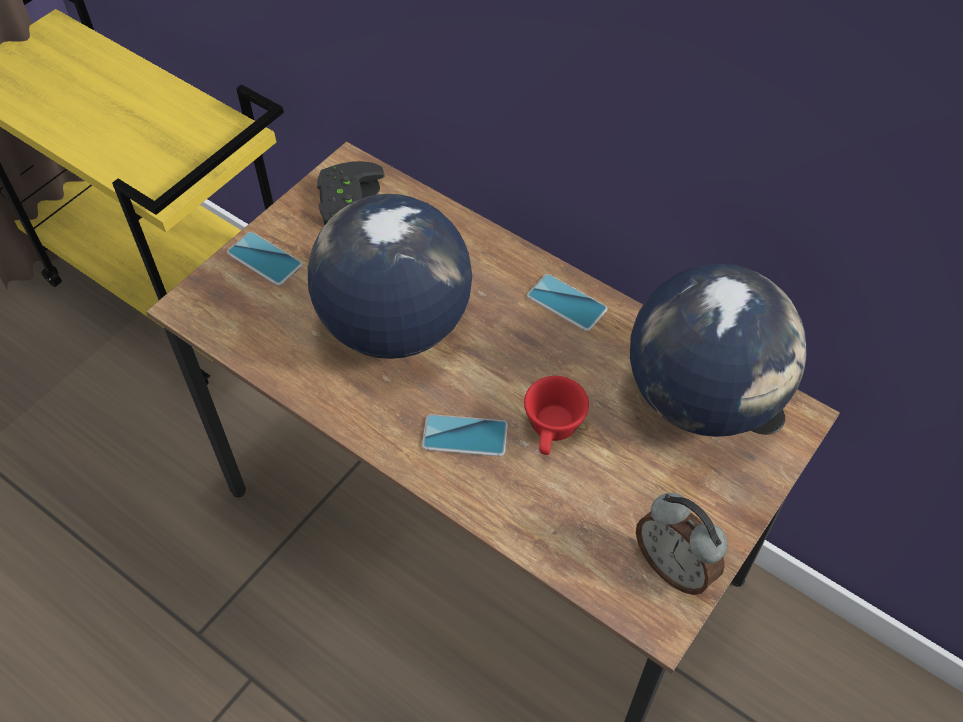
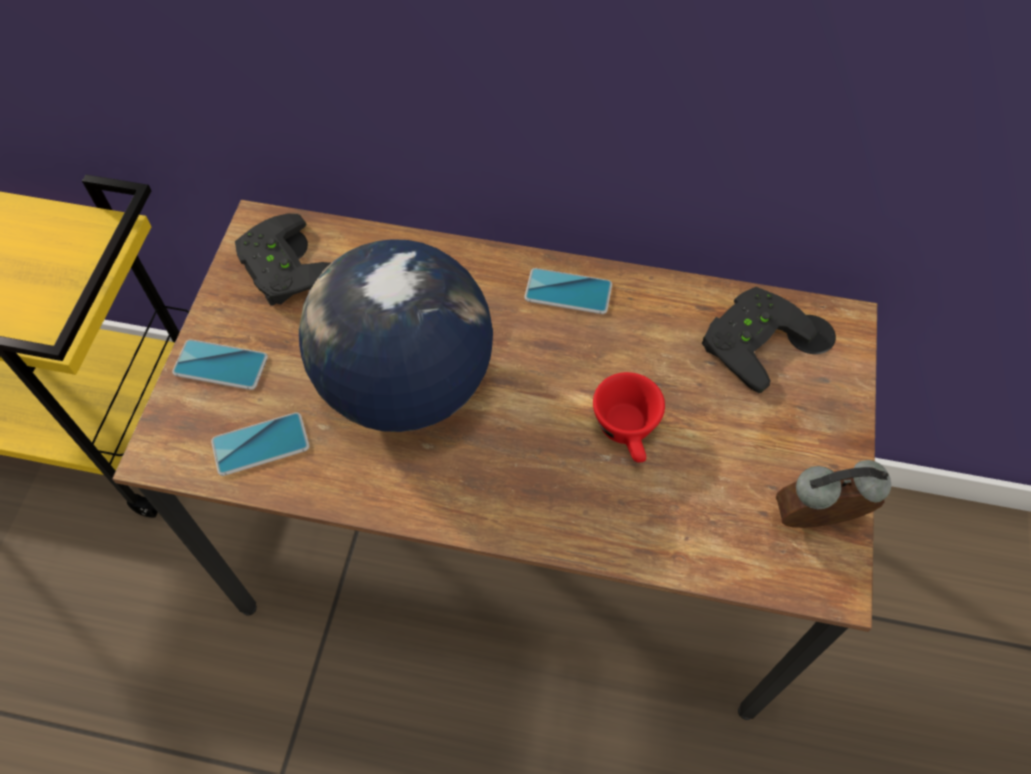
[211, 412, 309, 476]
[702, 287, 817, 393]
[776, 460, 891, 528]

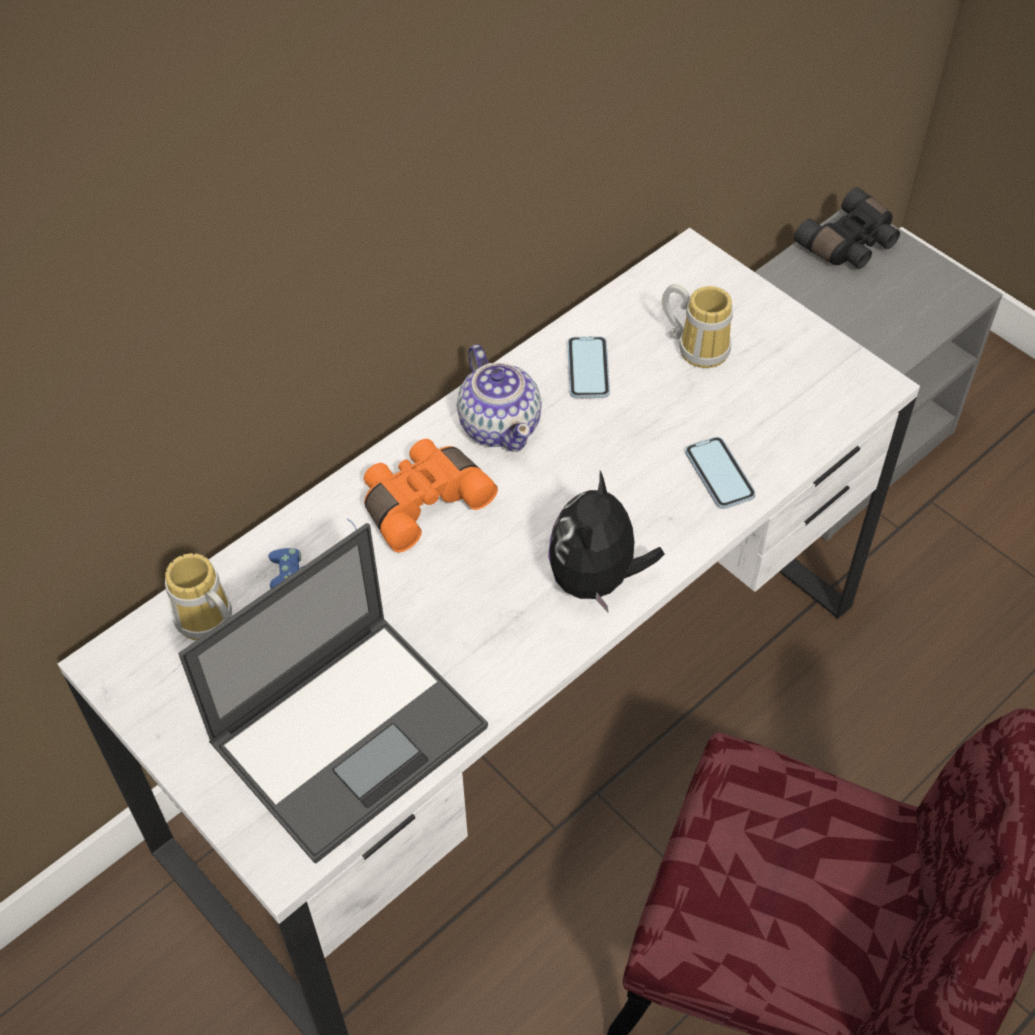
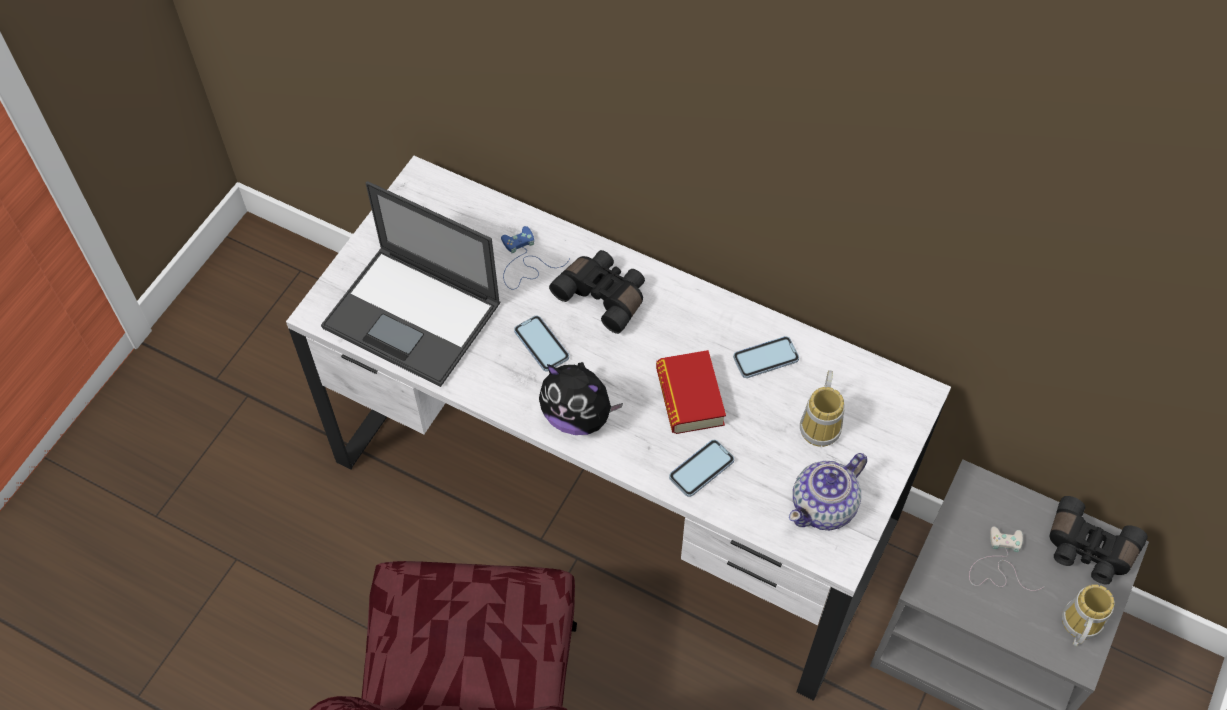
[514, 316, 569, 371]
[656, 350, 726, 434]
[969, 526, 1043, 591]
[1062, 584, 1114, 646]
[789, 453, 867, 530]
[549, 250, 645, 334]
[539, 362, 623, 435]

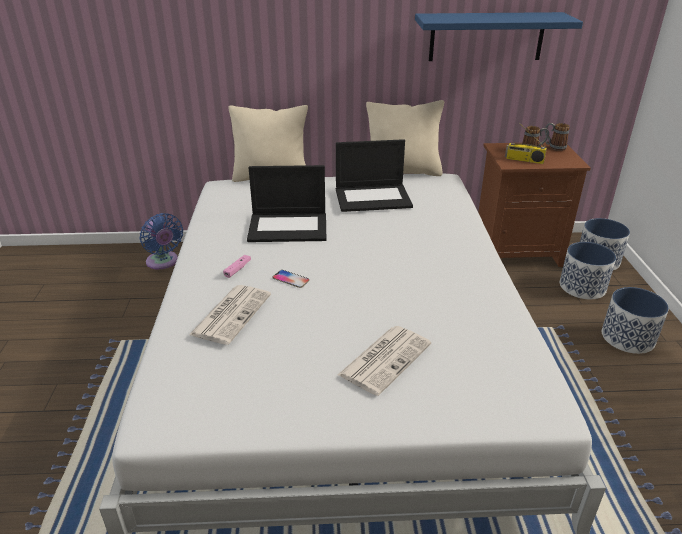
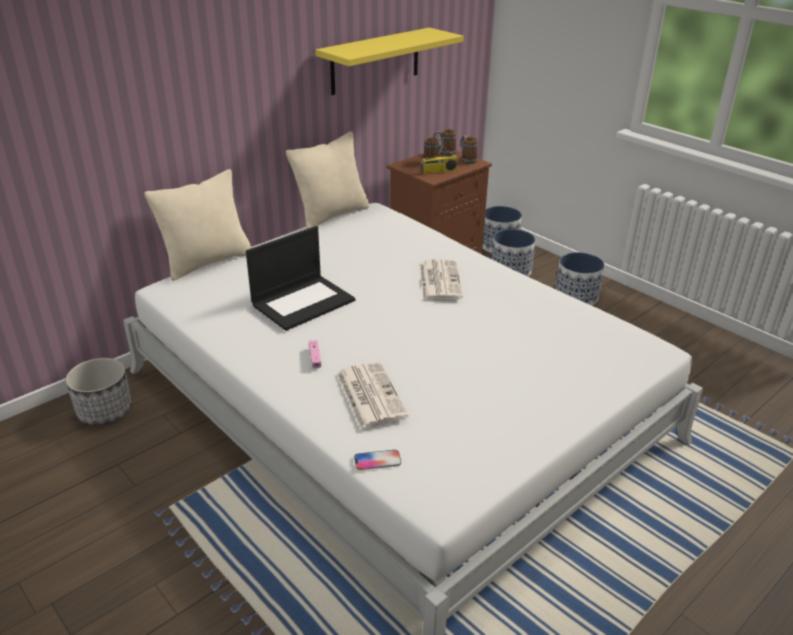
[336, 139, 413, 212] (first image)
[461, 135, 478, 164]
[354, 450, 401, 470]
[420, 259, 463, 300]
[65, 358, 132, 425]
[315, 28, 464, 95]

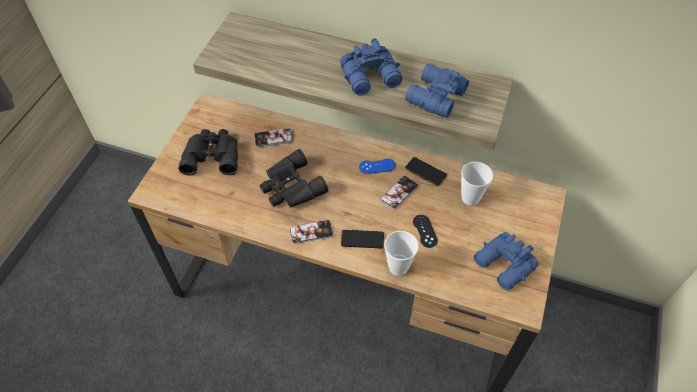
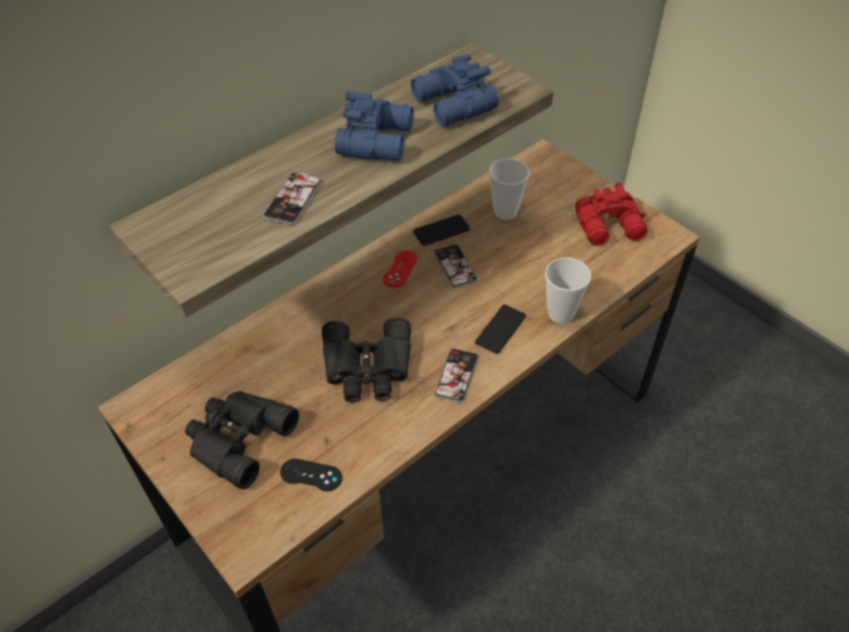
[263, 172, 322, 225]
[280, 458, 342, 491]
[383, 250, 417, 288]
[575, 182, 648, 246]

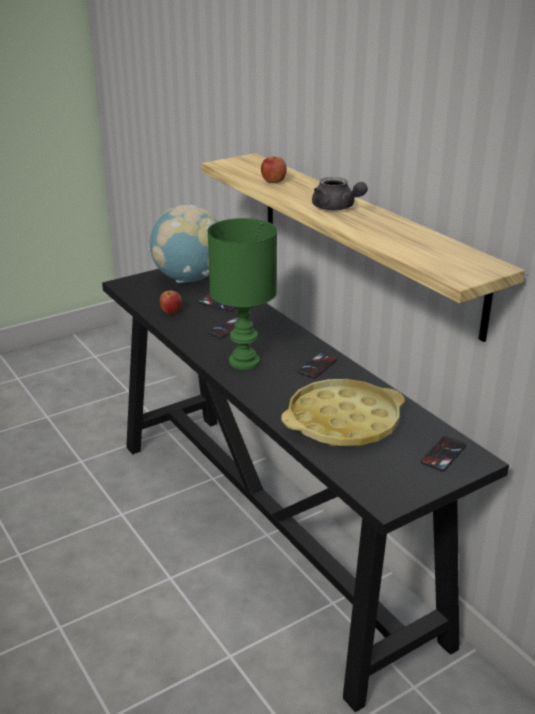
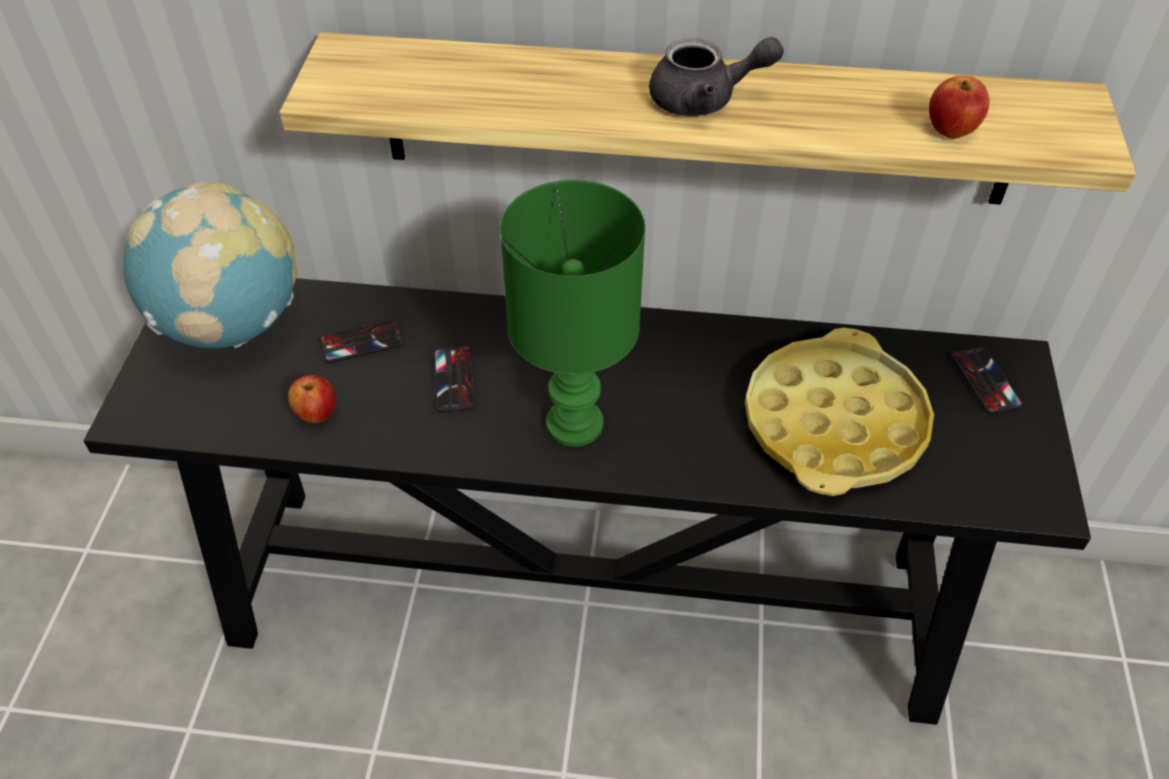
[297, 353, 337, 379] (first image)
[929, 76, 990, 139]

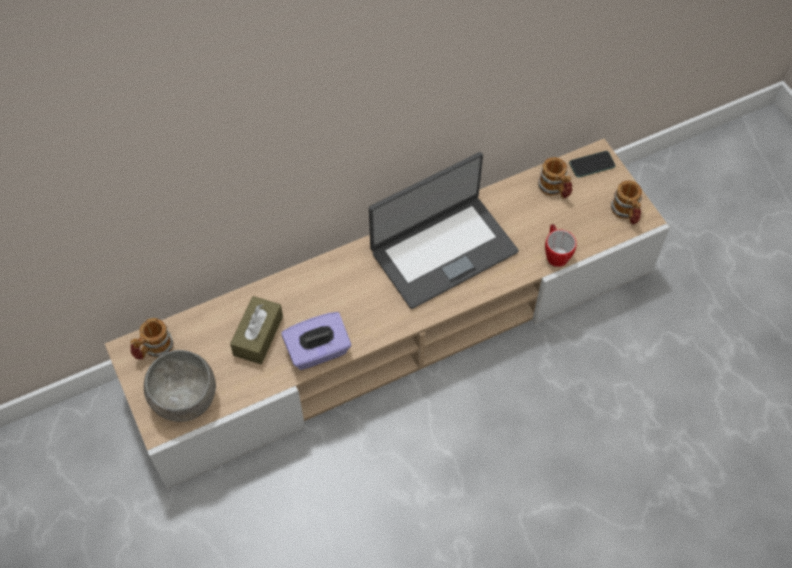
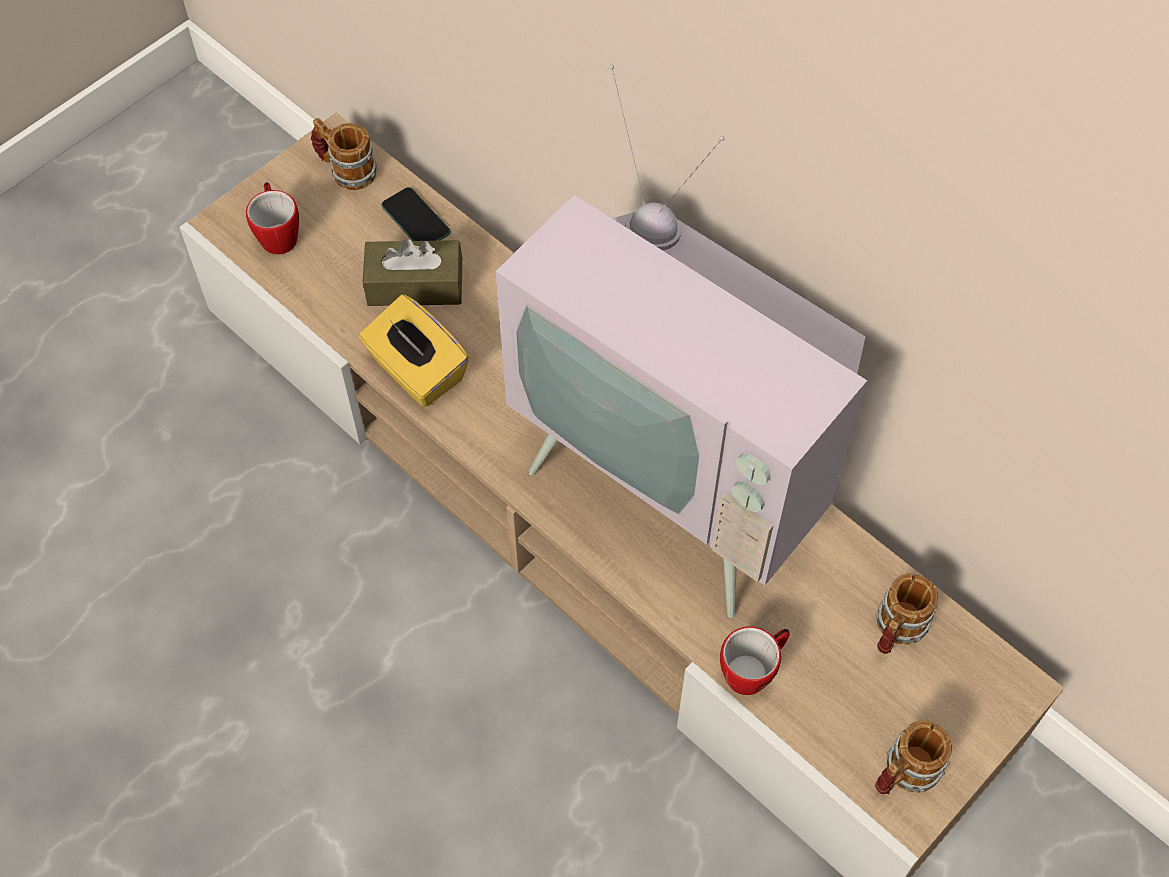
[381, 187, 451, 241]
[246, 182, 299, 255]
[495, 65, 867, 618]
[359, 295, 469, 407]

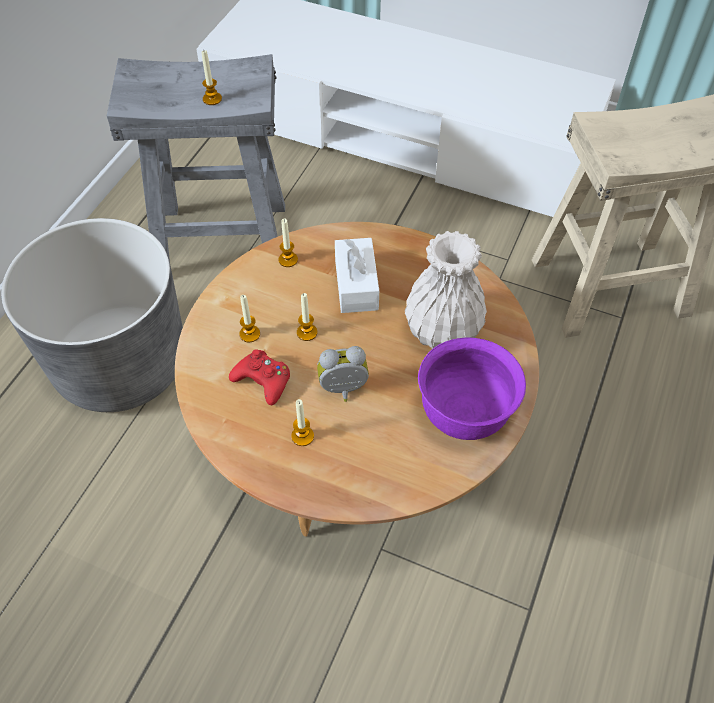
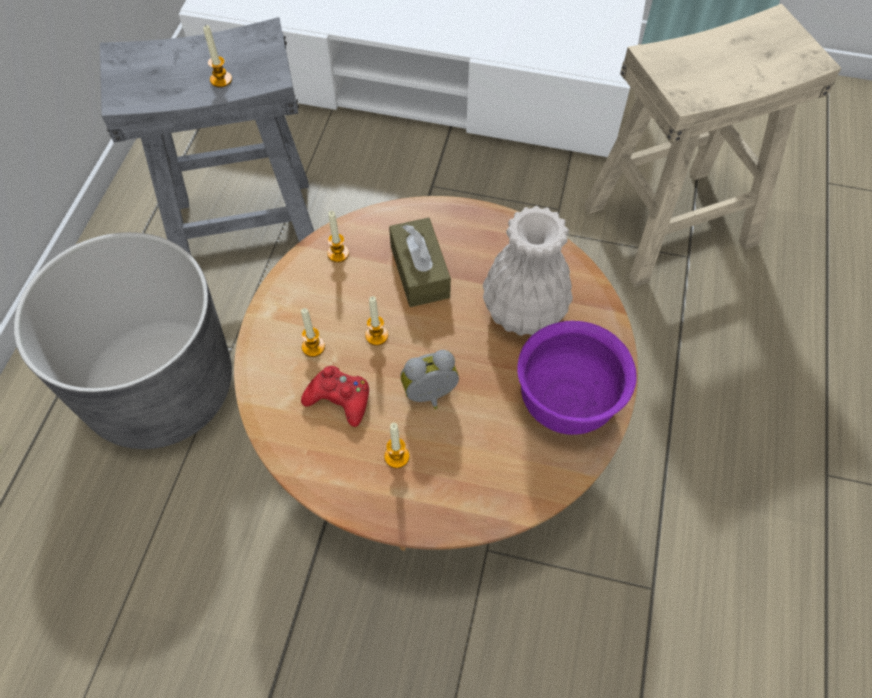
[389, 218, 451, 307]

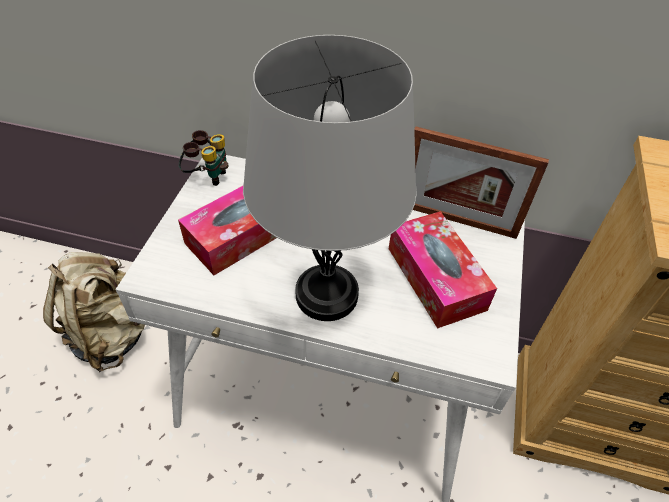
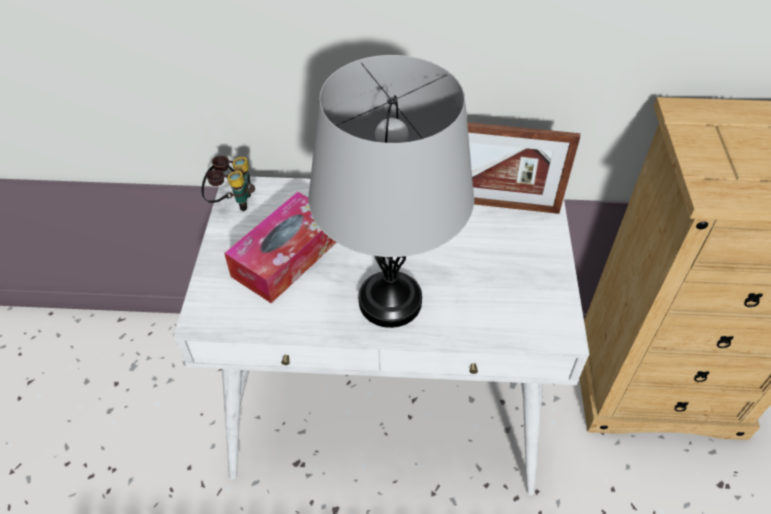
[43, 252, 145, 372] (first image)
[389, 211, 497, 329] (first image)

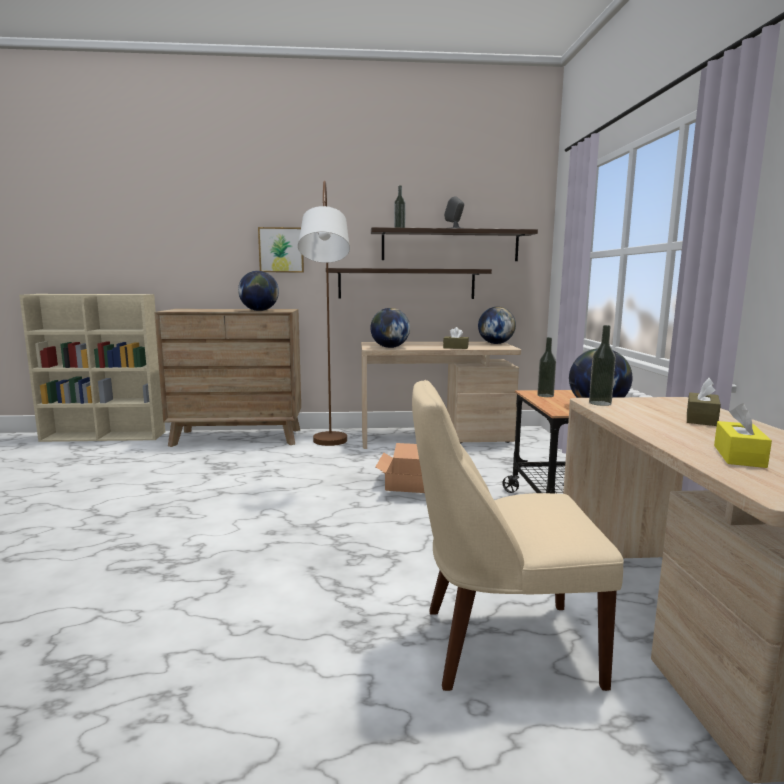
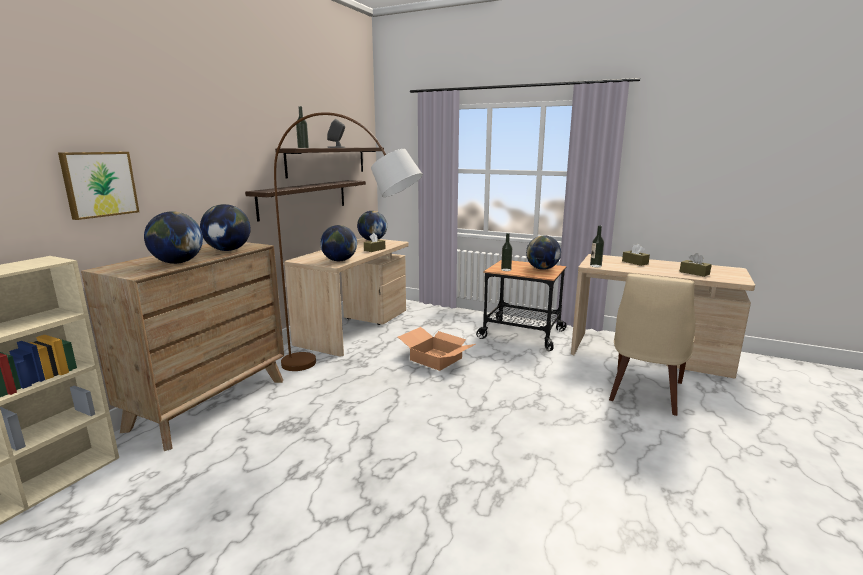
[144, 211, 203, 264]
[58, 152, 139, 220]
[680, 253, 712, 277]

